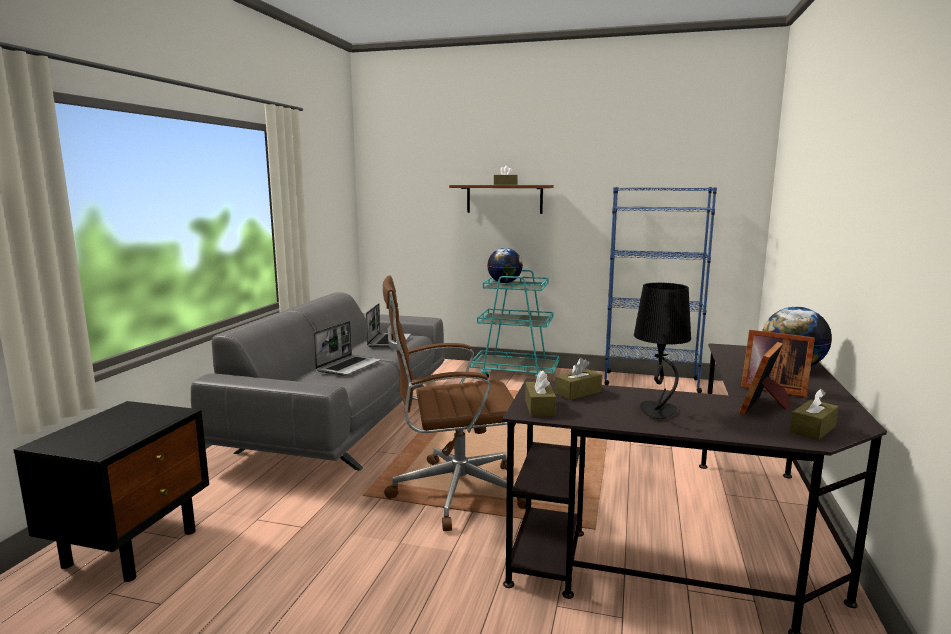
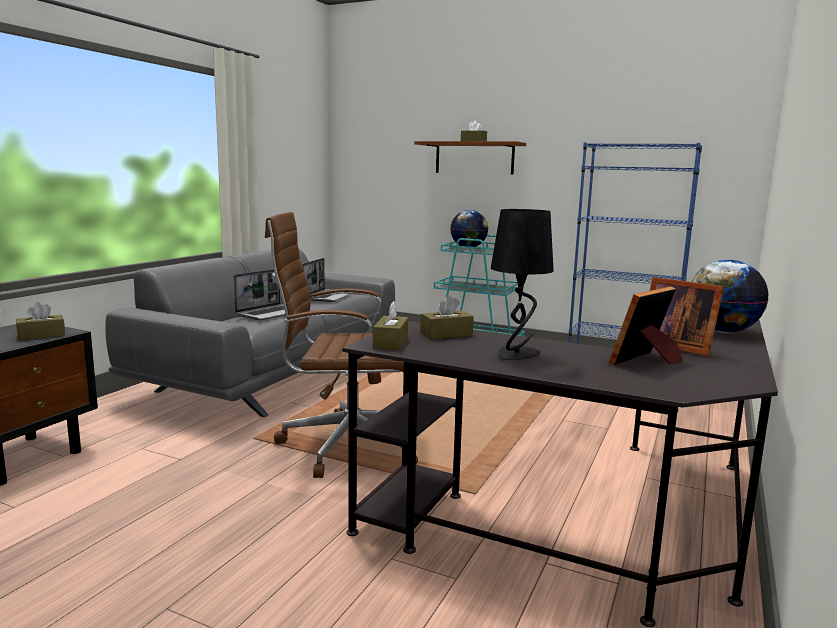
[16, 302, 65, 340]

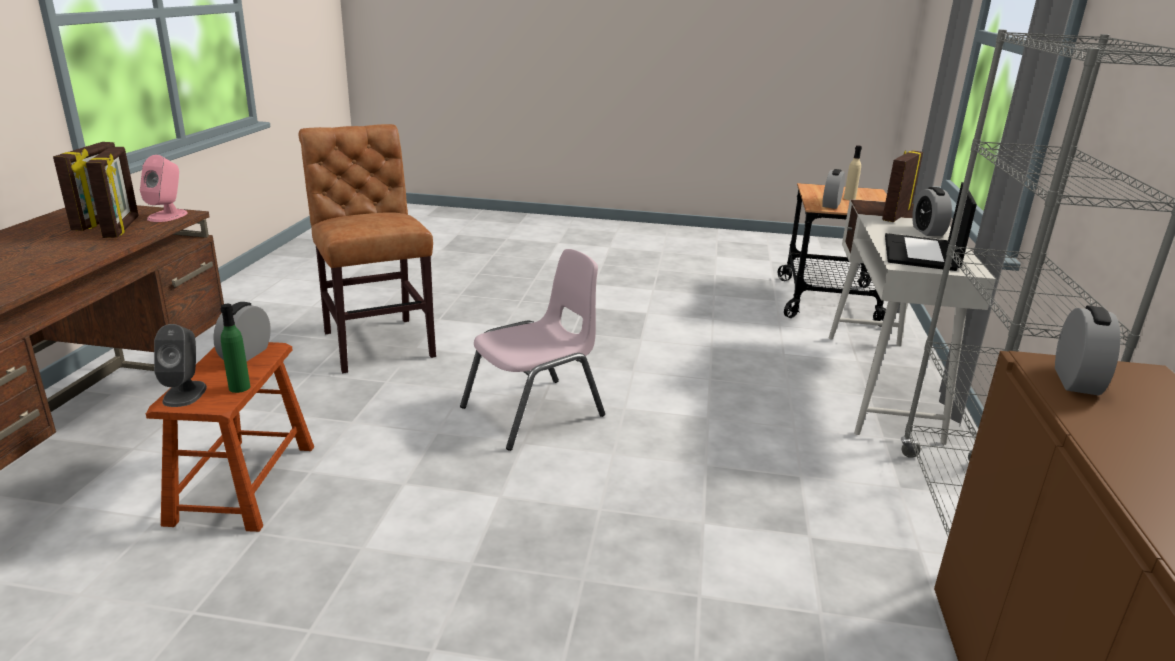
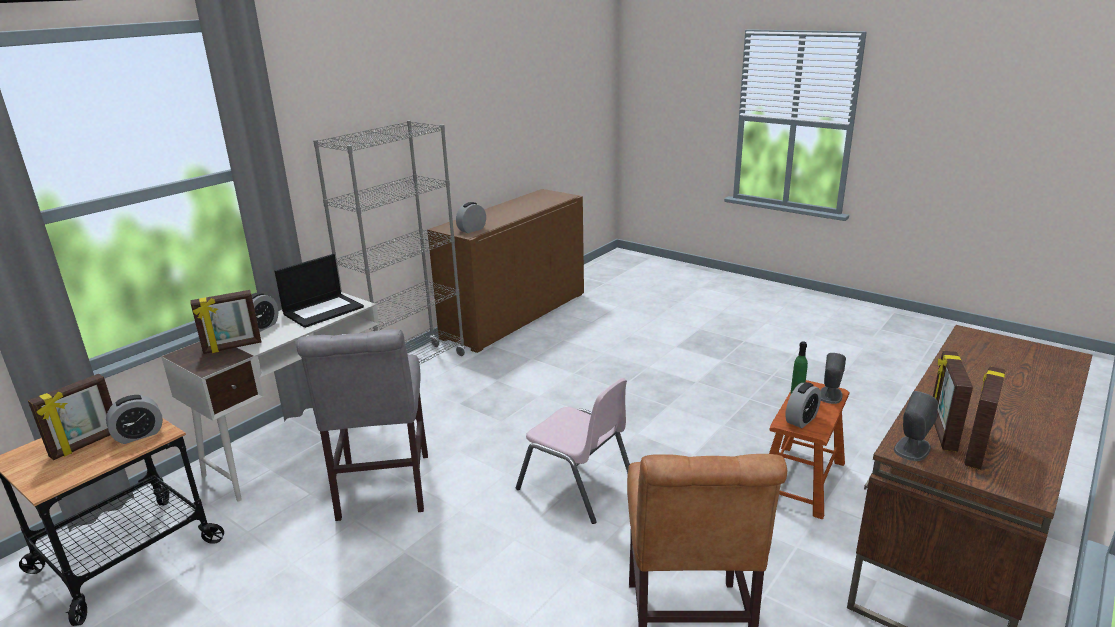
[296, 329, 428, 521]
[28, 374, 113, 460]
[894, 391, 938, 461]
[516, 378, 630, 524]

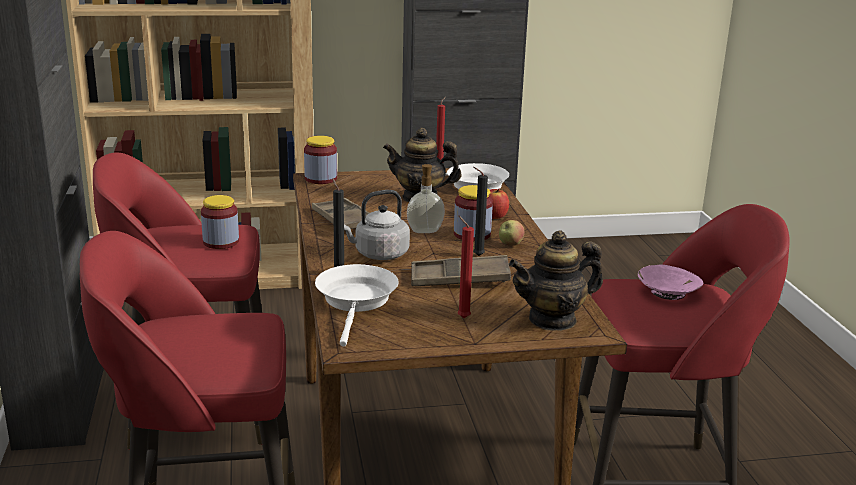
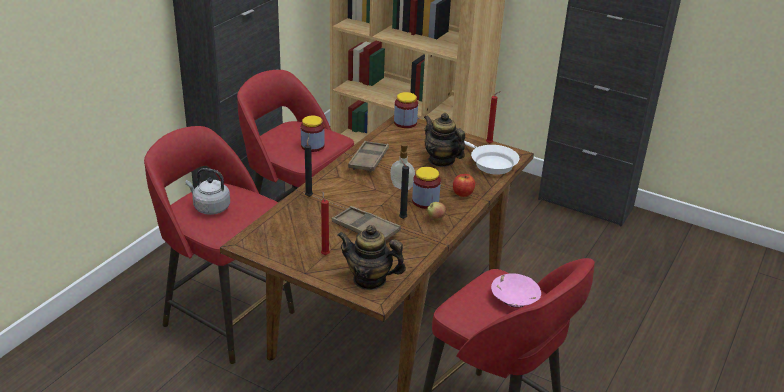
[315, 264, 399, 347] (first image)
[186, 168, 230, 215]

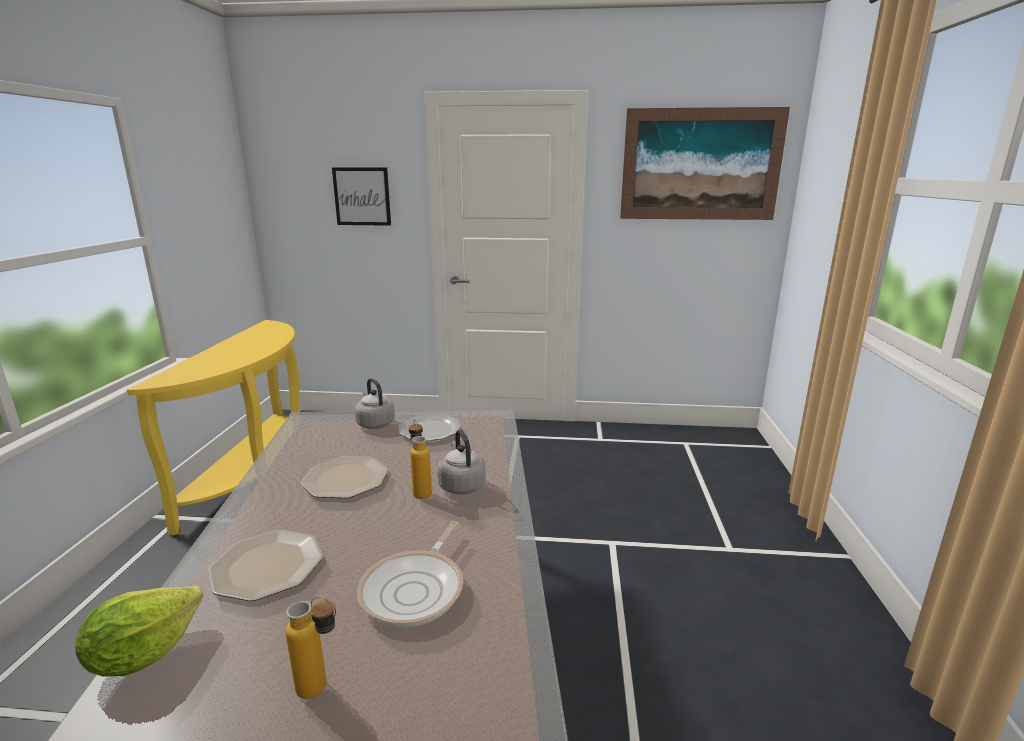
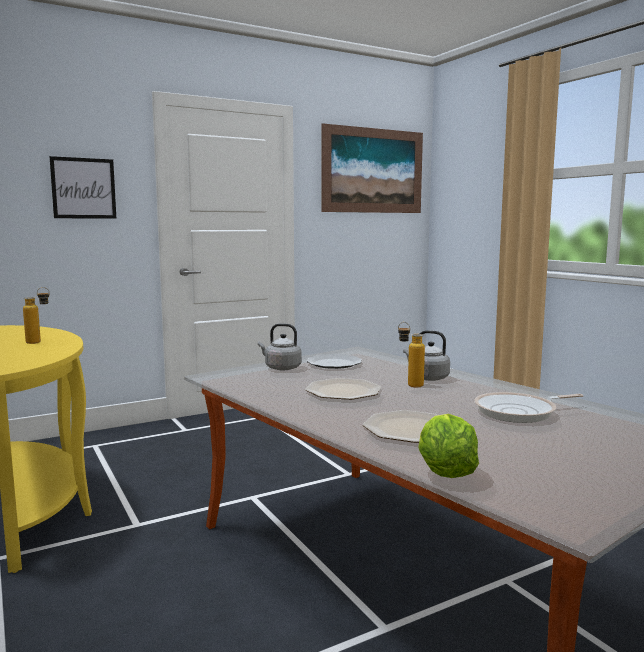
[23, 287, 50, 344]
[474, 392, 584, 423]

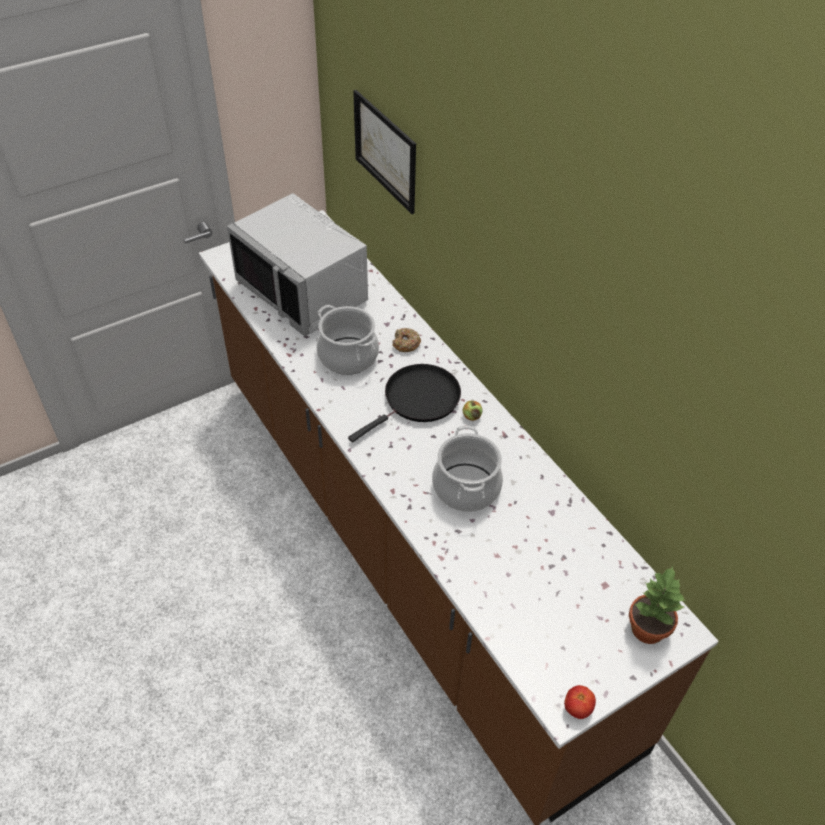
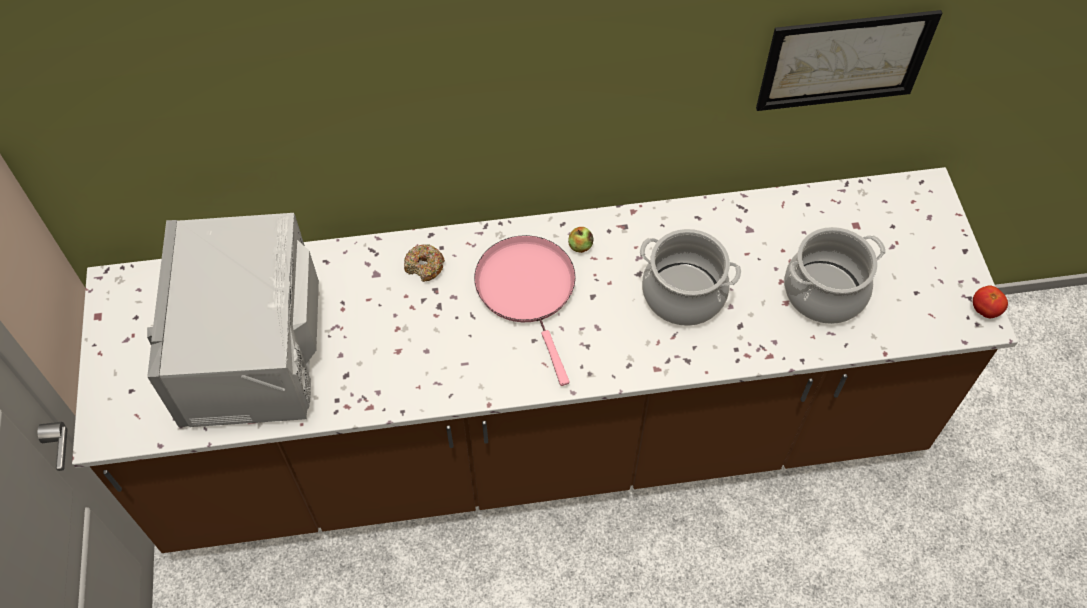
[629, 566, 686, 644] (first image)
[784, 227, 886, 324]
[756, 10, 942, 111]
[474, 235, 576, 386]
[147, 213, 319, 427]

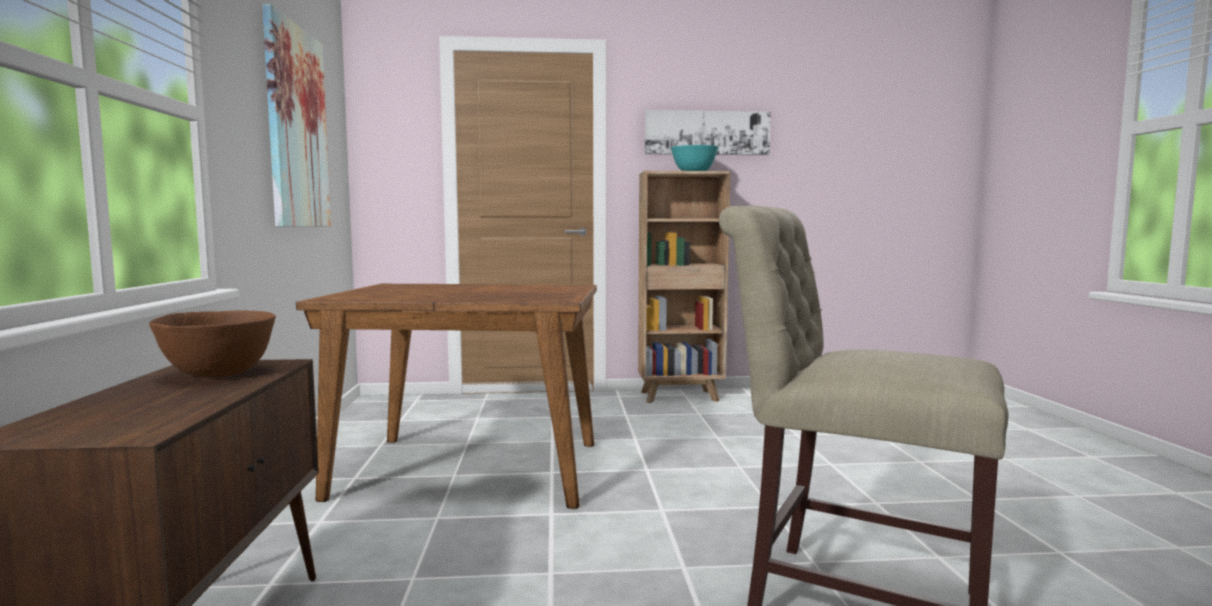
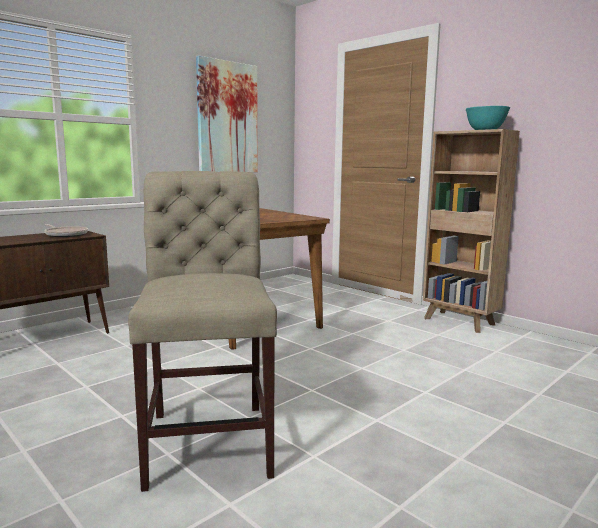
[645, 110, 771, 155] (first image)
[45, 224, 88, 237]

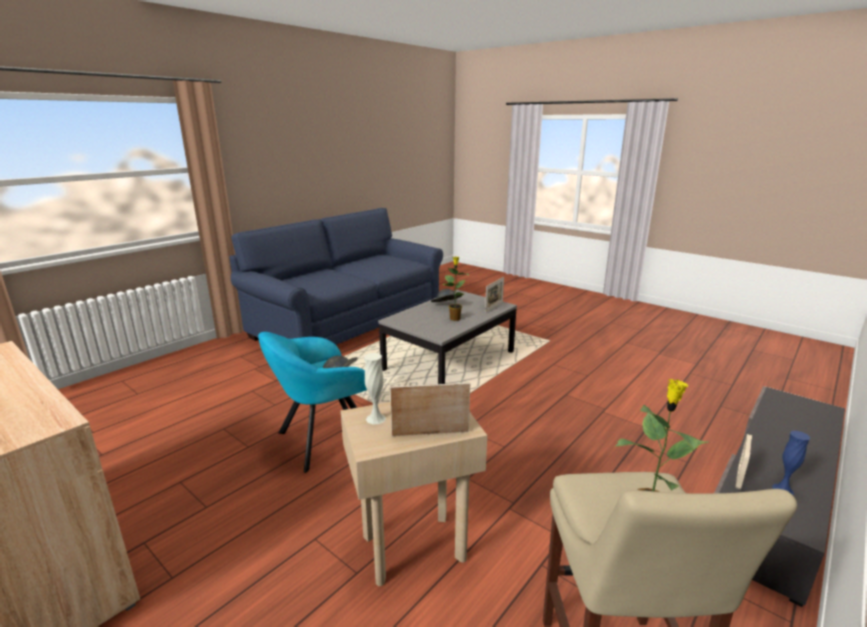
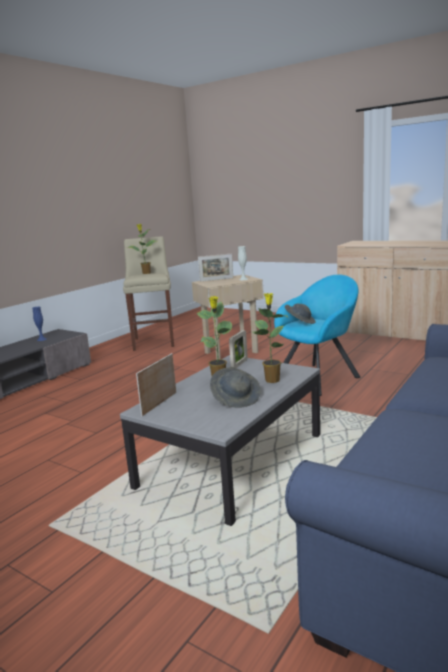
[253, 293, 288, 383]
[229, 330, 248, 368]

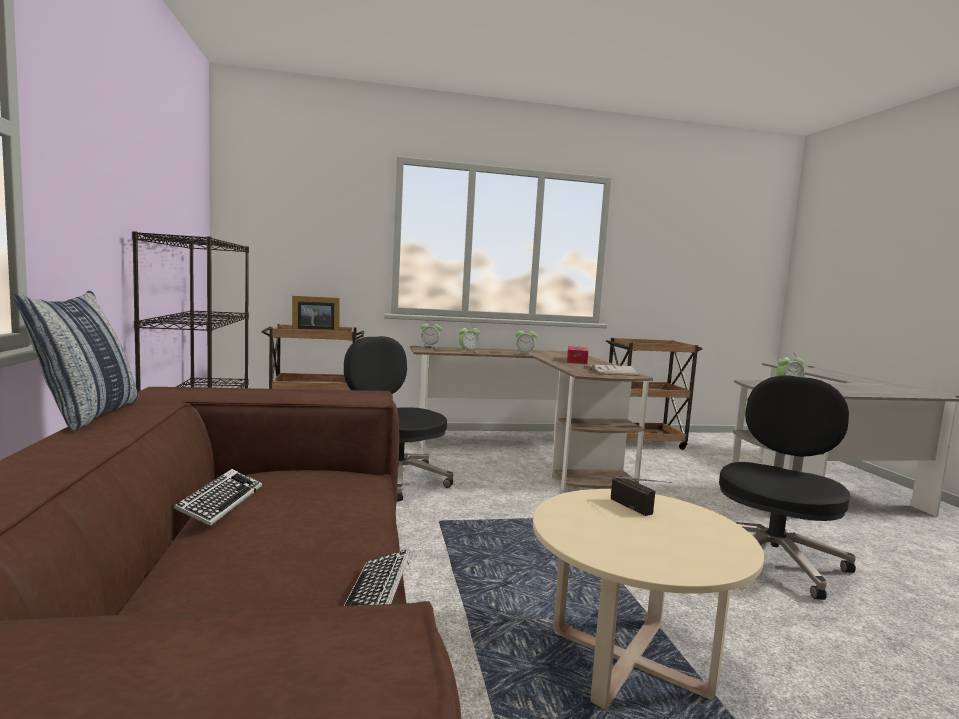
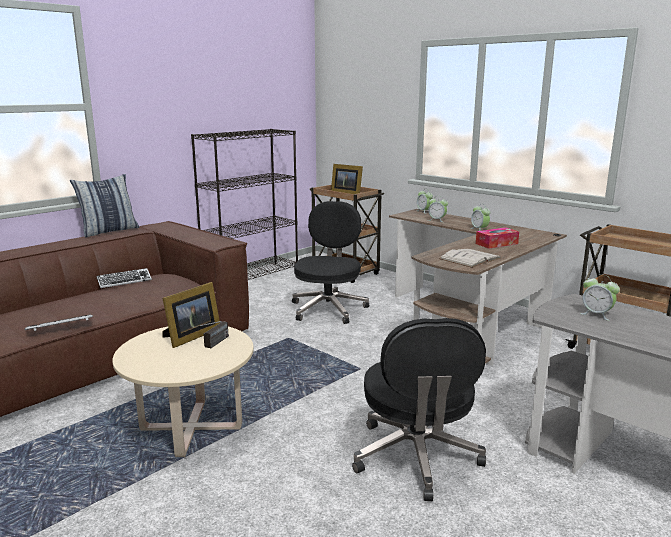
[162, 282, 220, 348]
[352, 318, 486, 501]

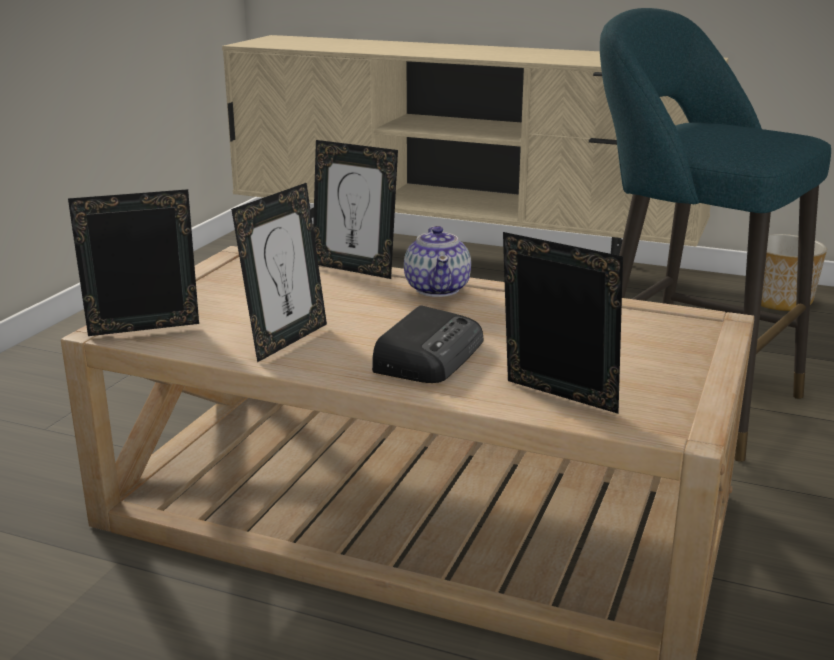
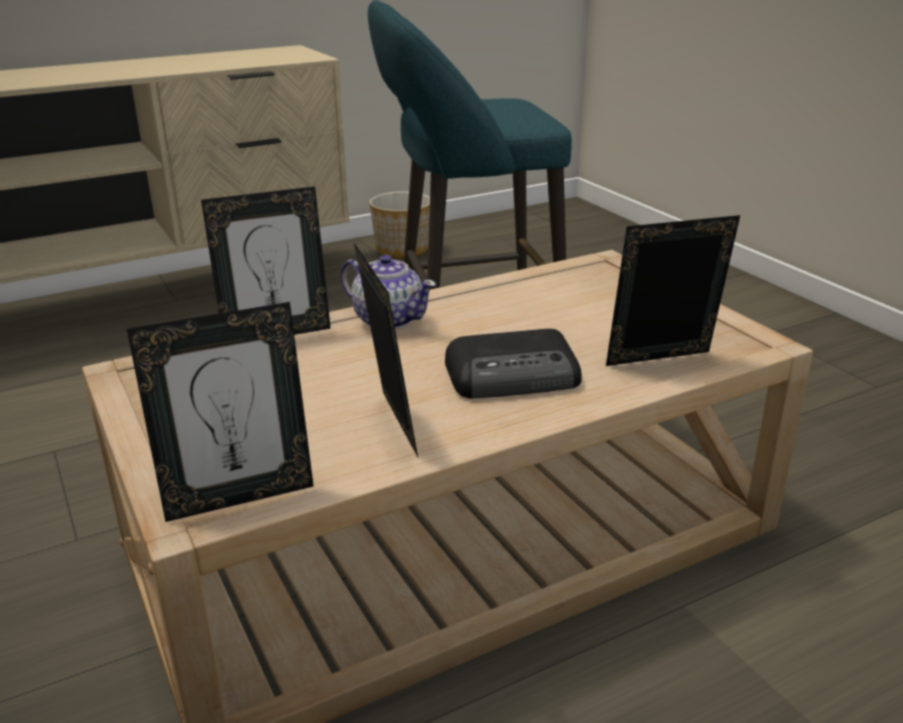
[127, 302, 314, 522]
[445, 329, 582, 399]

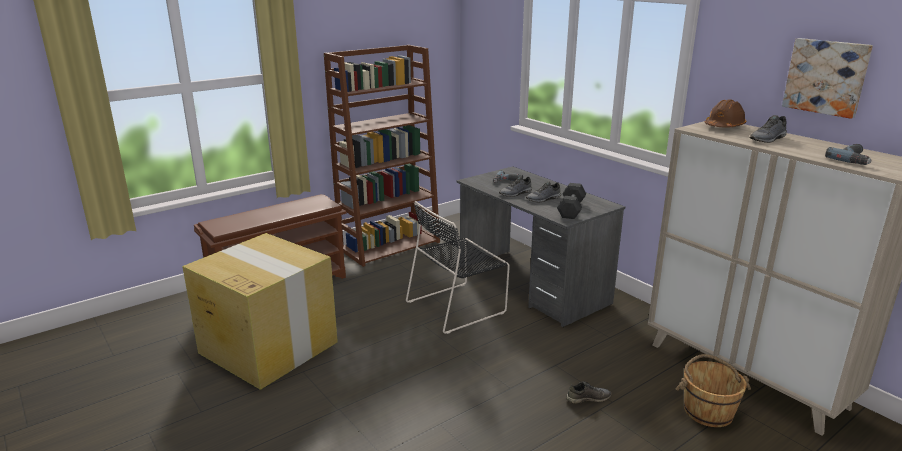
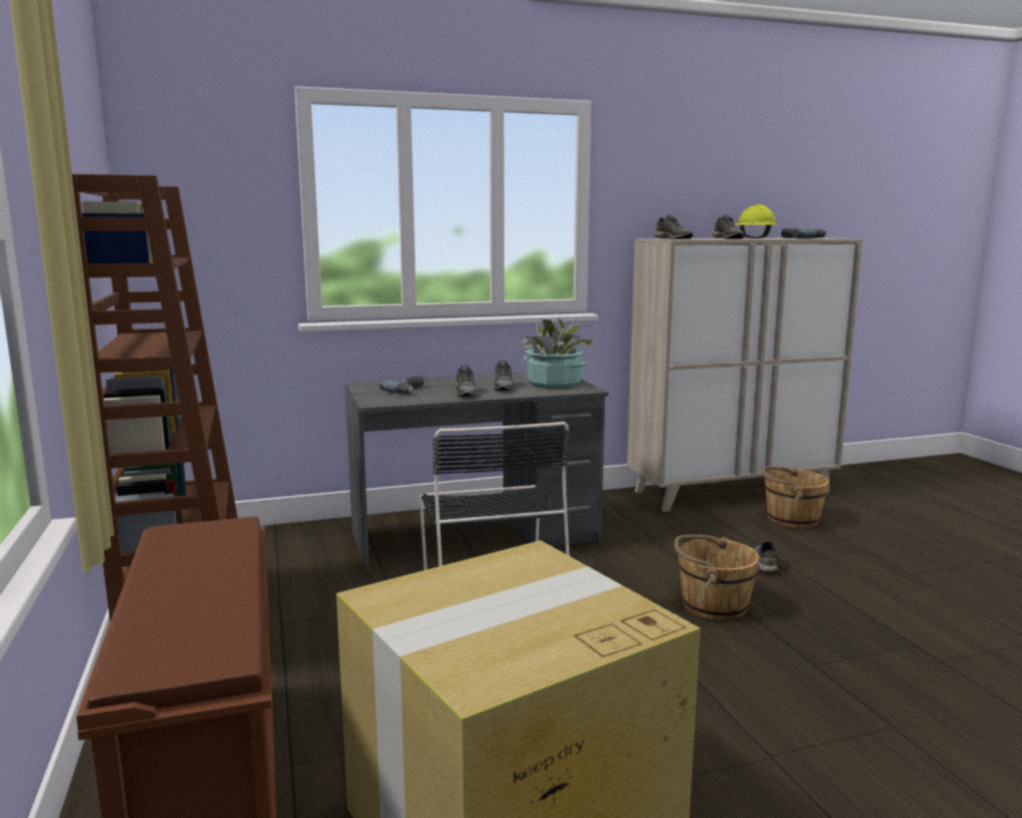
[782, 38, 873, 119] (first image)
[674, 535, 760, 620]
[735, 204, 777, 238]
[523, 318, 597, 389]
[654, 215, 693, 239]

